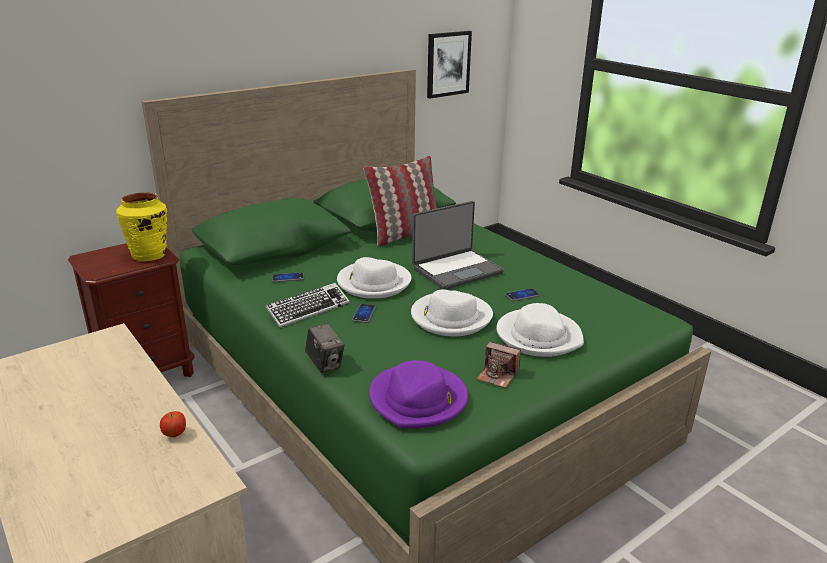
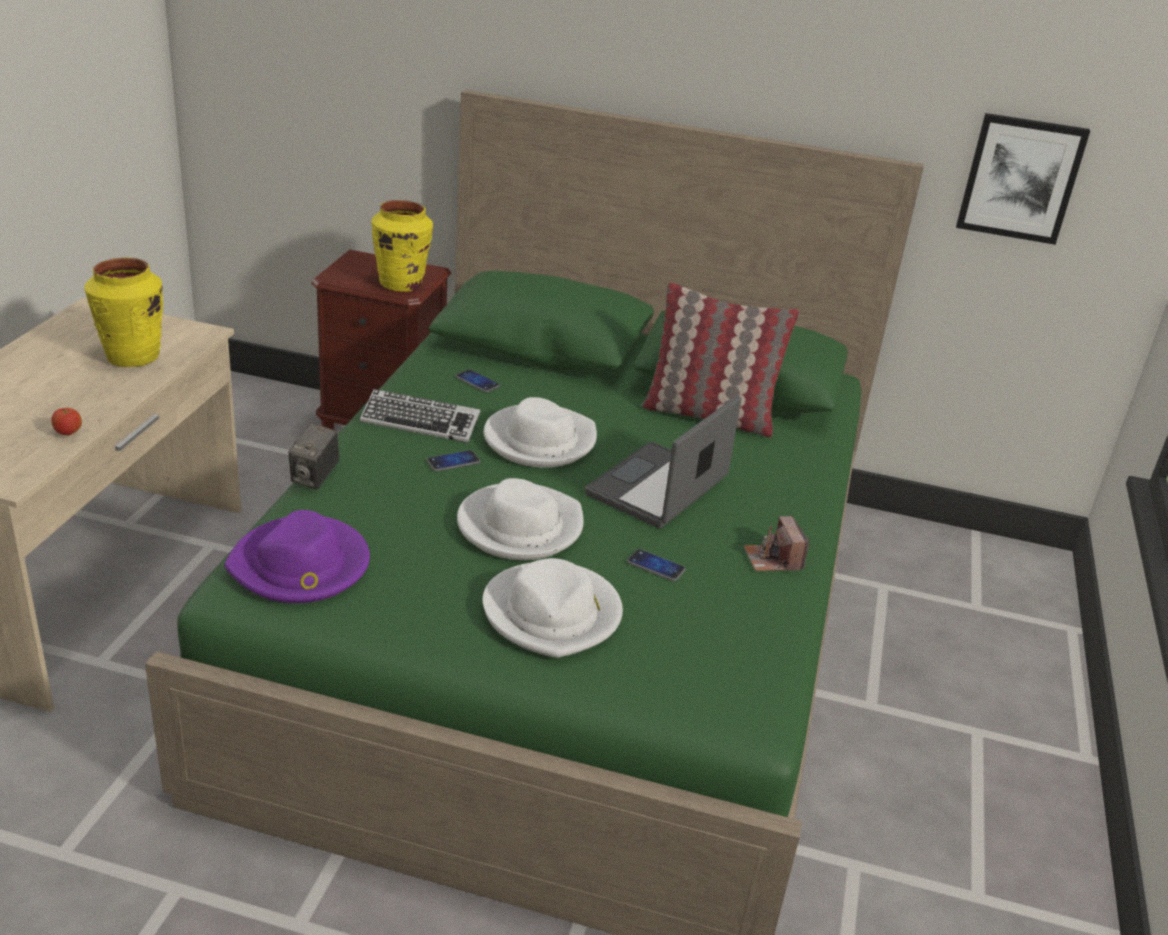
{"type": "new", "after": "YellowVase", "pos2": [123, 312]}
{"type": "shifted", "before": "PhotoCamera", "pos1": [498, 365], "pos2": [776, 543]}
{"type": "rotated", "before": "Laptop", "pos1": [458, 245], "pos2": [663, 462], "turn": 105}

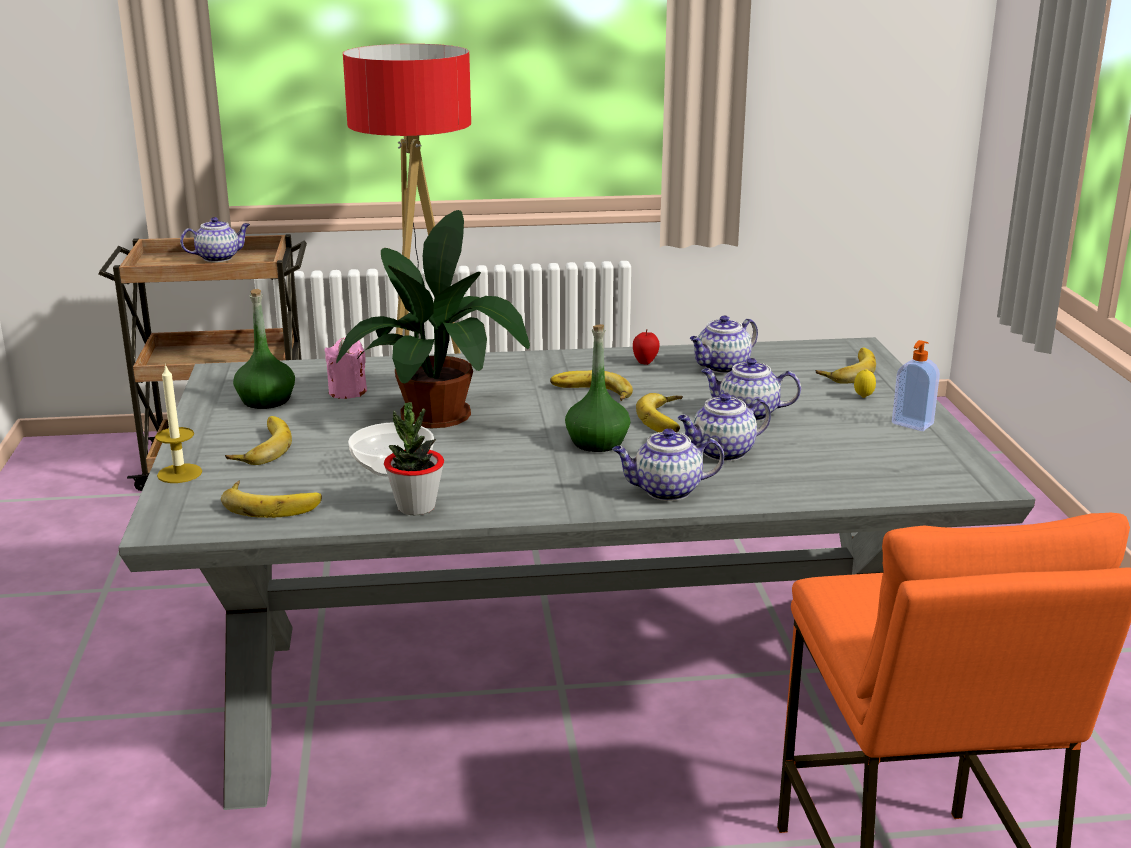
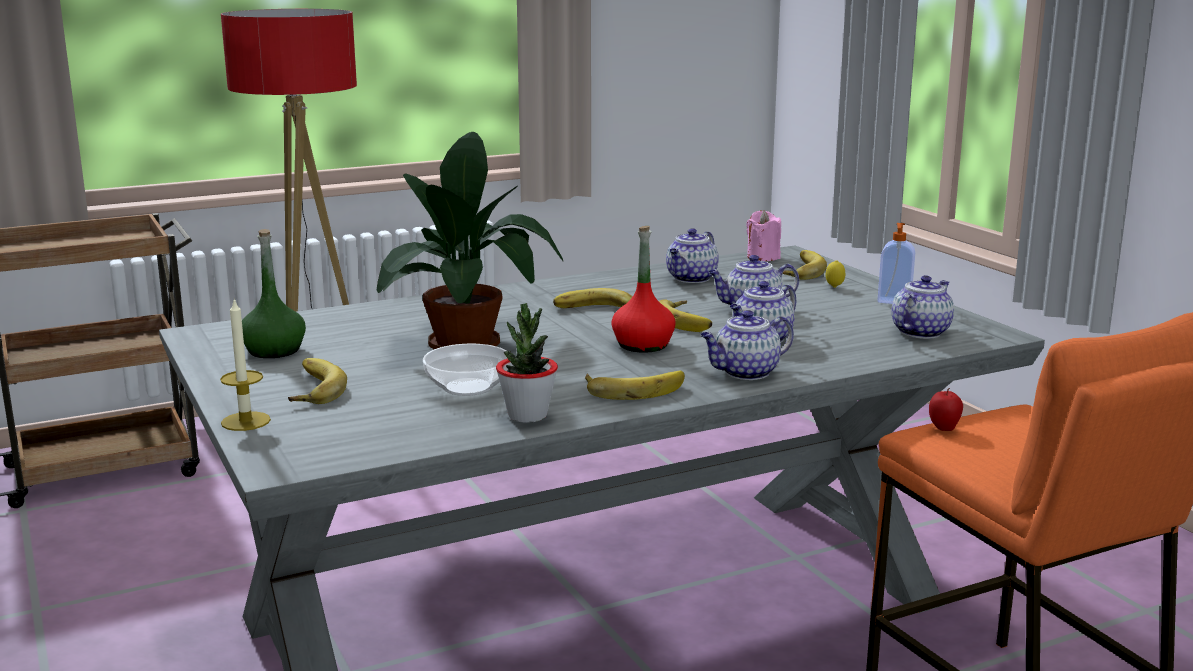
{"type": "shifted", "before": "Teapot", "pos1": [215, 239], "pos2": [922, 307]}
{"type": "shifted", "before": "Banana", "pos1": [271, 499], "pos2": [635, 385]}
{"type": "shifted", "before": "PinkCandle", "pos1": [345, 368], "pos2": [763, 235]}
{"type": "shifted", "before": "Apple", "pos1": [646, 347], "pos2": [946, 409]}
{"type": "repainted", "before": "GreenBottle", "after": "RedBottle", "pos1": [597, 388], "pos2": [643, 289]}

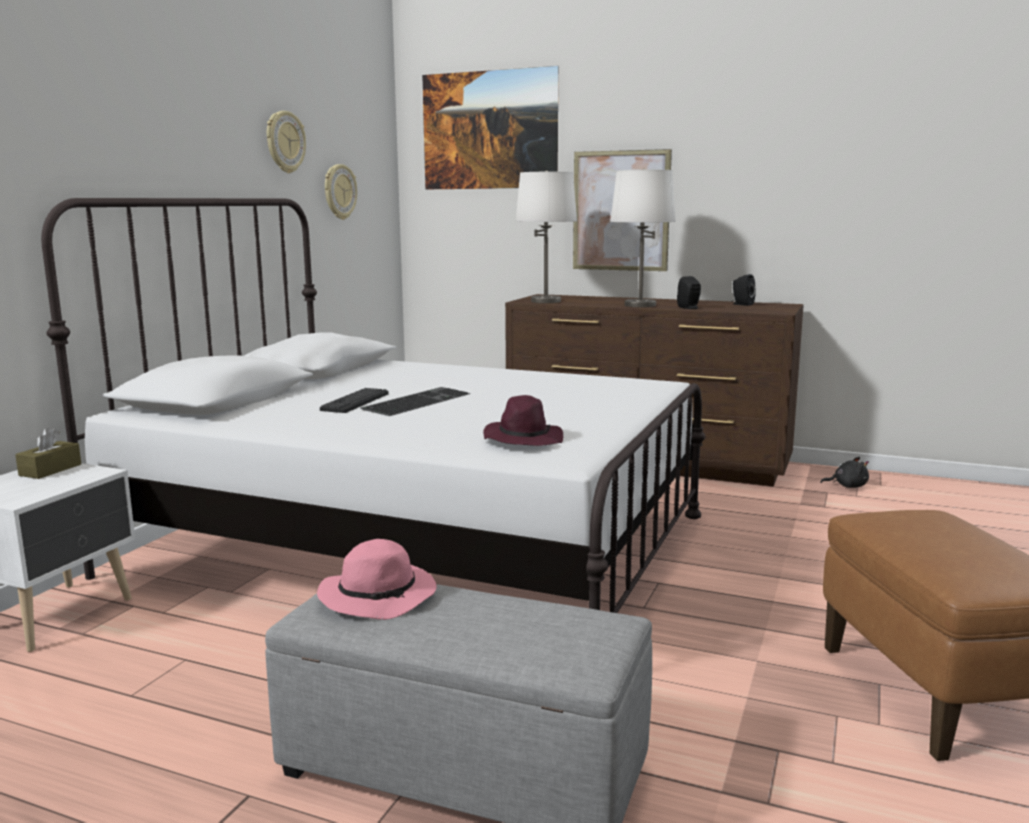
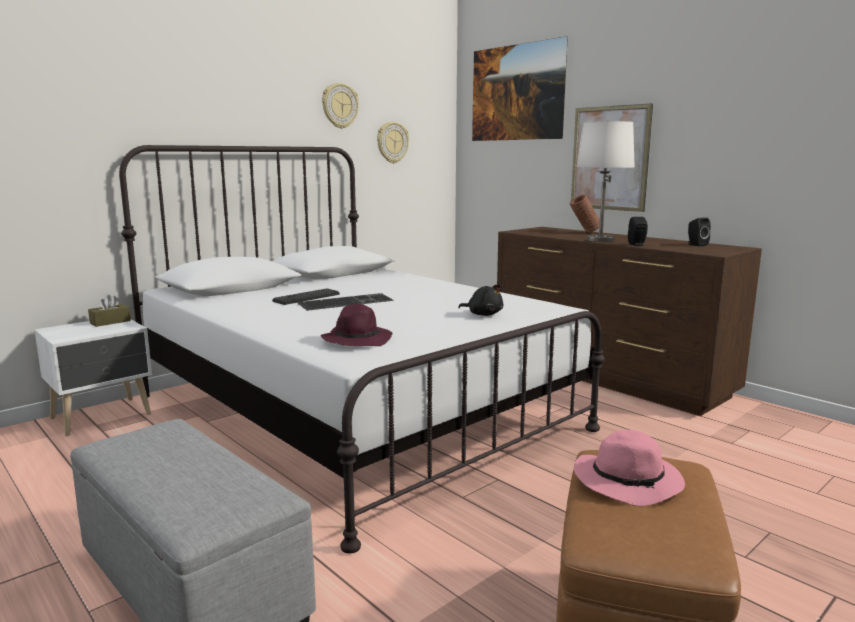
{"type": "gone", "before": "WhiteTableLamp", "pos1": [546, 237]}
{"type": "new", "after": "BrownVase", "pos2": [585, 214]}
{"type": "shifted", "before": "PinkHat", "pos1": [377, 579], "pos2": [629, 468]}
{"type": "shifted", "before": "BlackPlushToy", "pos1": [844, 472], "pos2": [480, 300]}

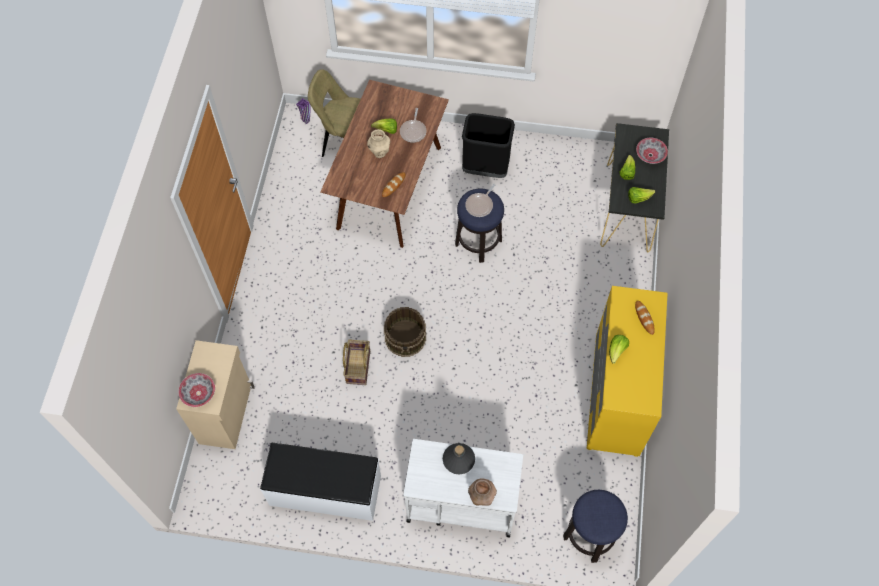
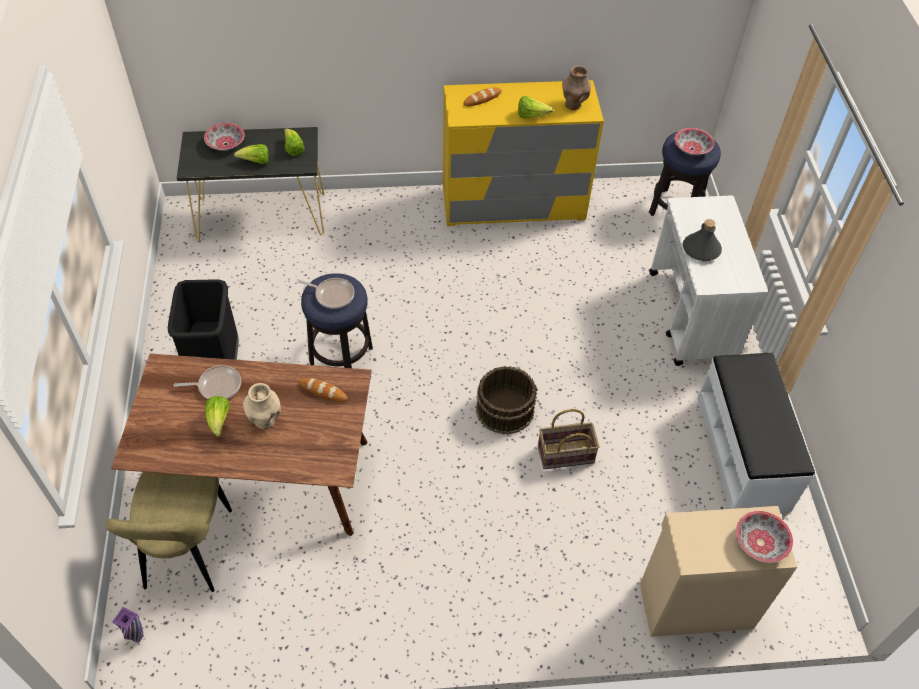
{"type": "new", "after": "Bowl", "pos2": [694, 142]}
{"type": "shifted", "before": "BrownVase", "pos1": [482, 492], "pos2": [576, 87]}

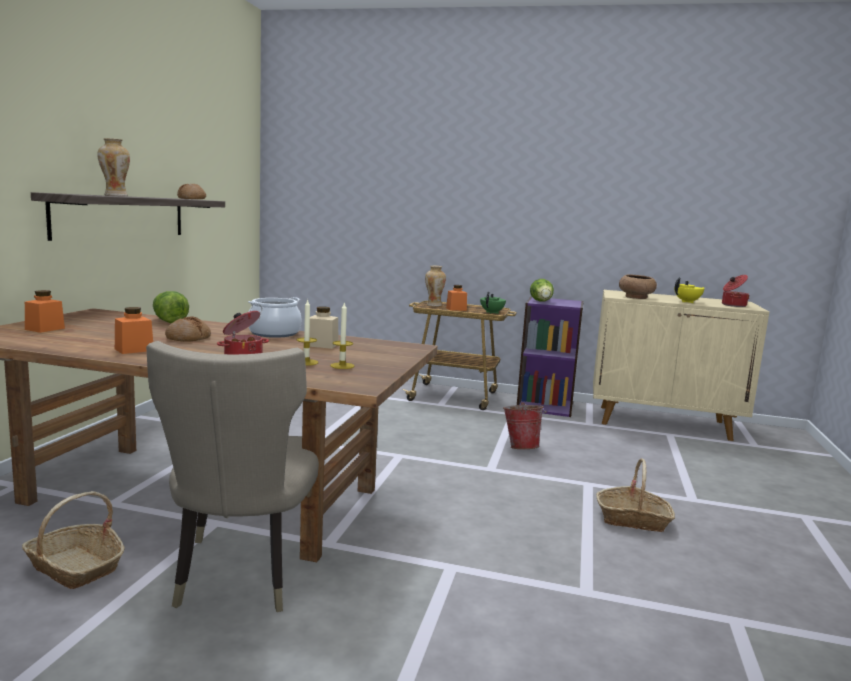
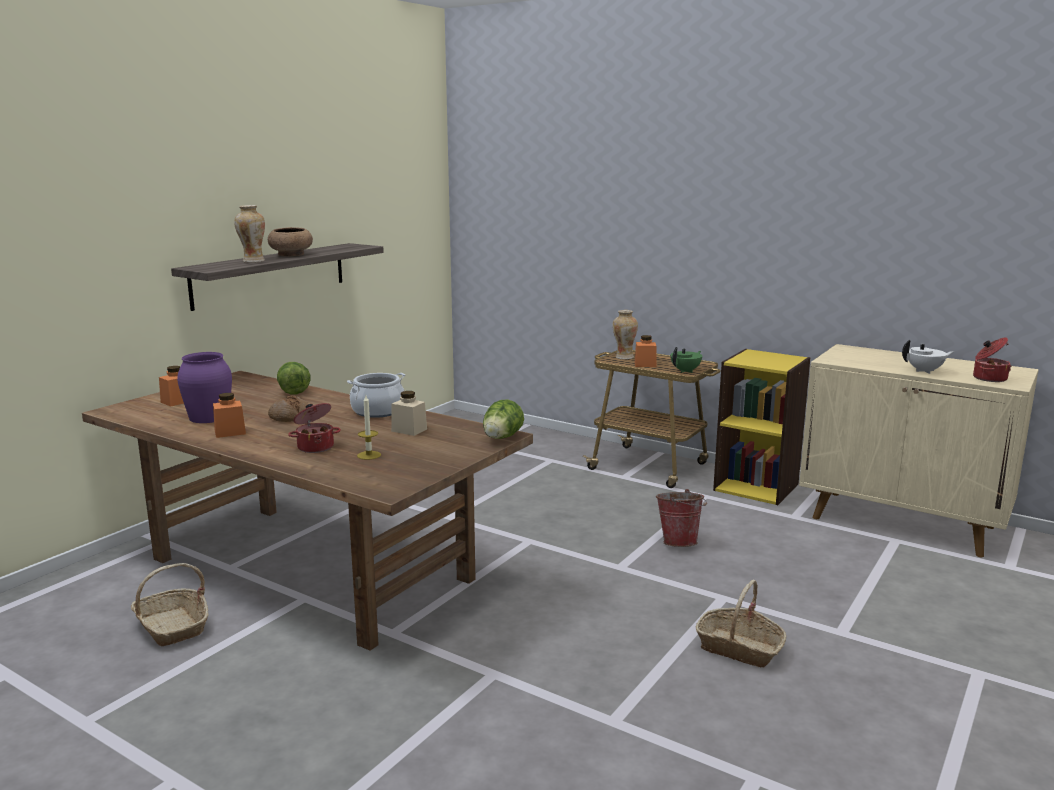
{"type": "gone", "before": "BeigeChair", "pos1": [232, 476]}
{"type": "gone", "before": "Bread", "pos1": [191, 191]}
{"type": "gone", "before": "Candle", "pos1": [342, 335]}
{"type": "new", "after": "PurpleVase", "pos2": [204, 387]}
{"type": "shifted", "before": "Lettuce", "pos1": [542, 290], "pos2": [503, 419]}
{"type": "shifted", "before": "BrownBowl", "pos1": [638, 286], "pos2": [290, 242]}
{"type": "repainted", "before": "PurpleBookcase", "after": "YellowBookcase", "pos1": [550, 356], "pos2": [762, 427]}
{"type": "repainted", "before": "YellowTeapot", "after": "WhiteTeapot", "pos1": [689, 290], "pos2": [928, 357]}

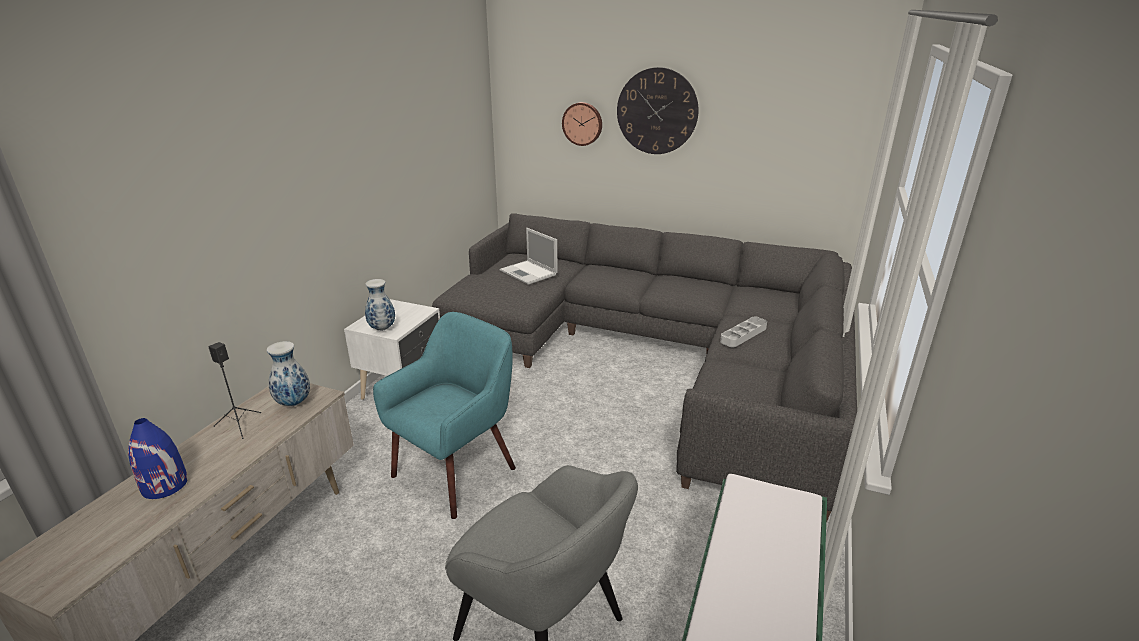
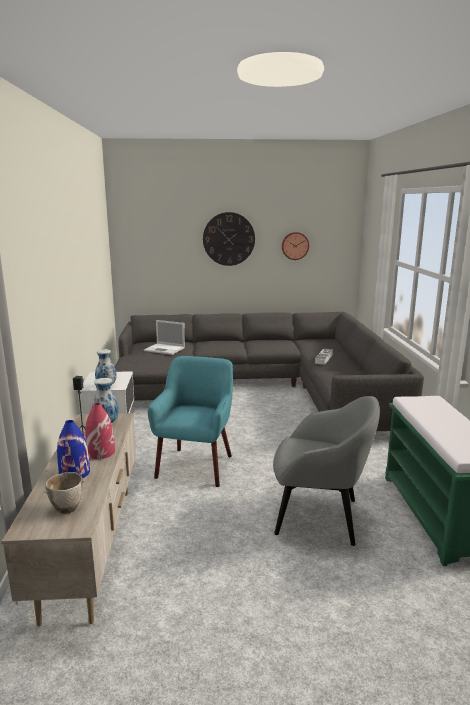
{"type": "new", "after": "Bowl", "pos2": [64, 493]}
{"type": "new", "after": "RedVase", "pos2": [100, 431]}
{"type": "shifted", "before": "WallClock", "pos1": [582, 124], "pos2": [295, 246]}

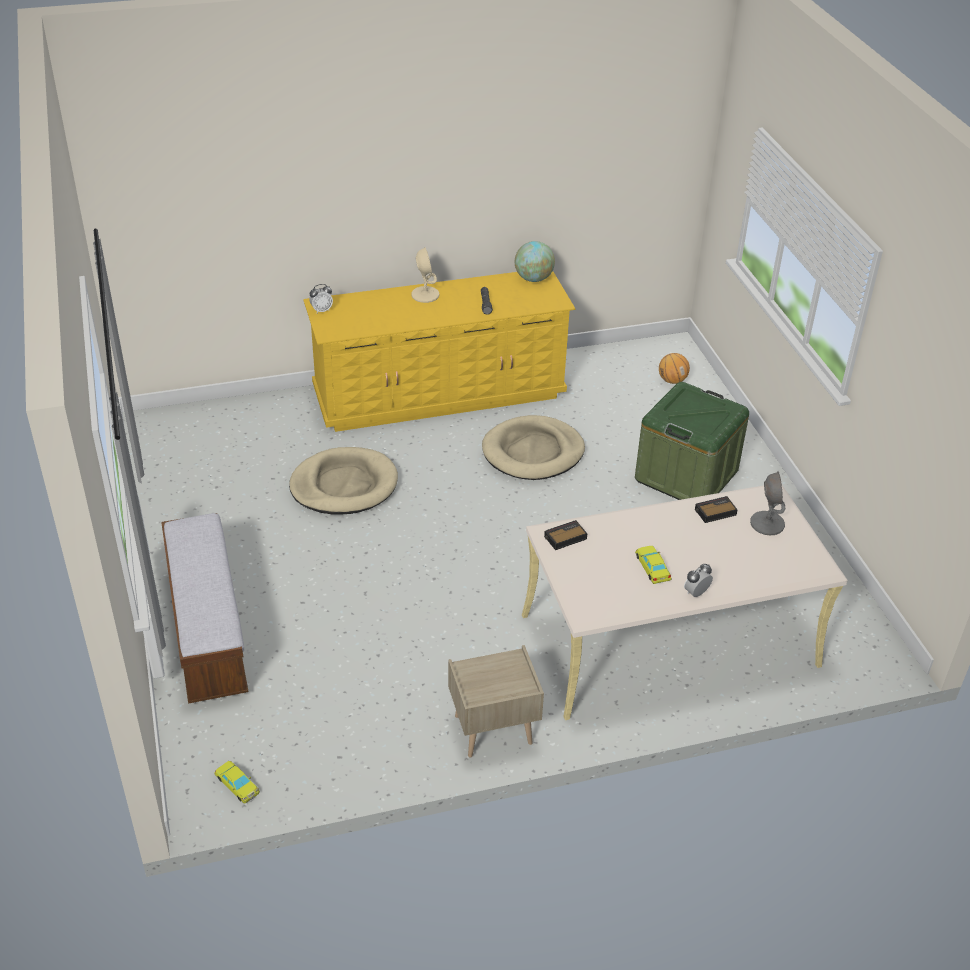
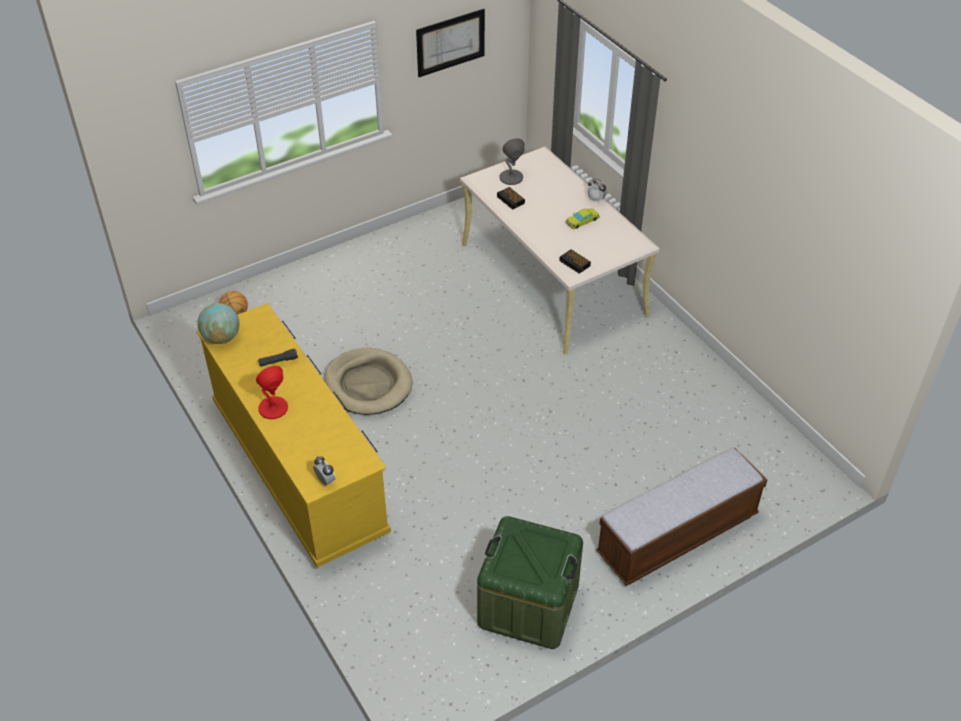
{"type": "gone", "before": "YellowToyCar", "pos1": [237, 782]}
{"type": "gone", "before": "BeigeDogBed", "pos1": [343, 480]}
{"type": "gone", "before": "BeigeNightstand", "pos1": [496, 701]}
{"type": "new", "after": "Picture", "pos2": [450, 43]}
{"type": "shifted", "before": "GreenStorageBox", "pos1": [692, 441], "pos2": [530, 582]}
{"type": "repainted", "before": "BeigeTableLamp", "after": "RedTableLamp", "pos1": [425, 275], "pos2": [272, 392]}

